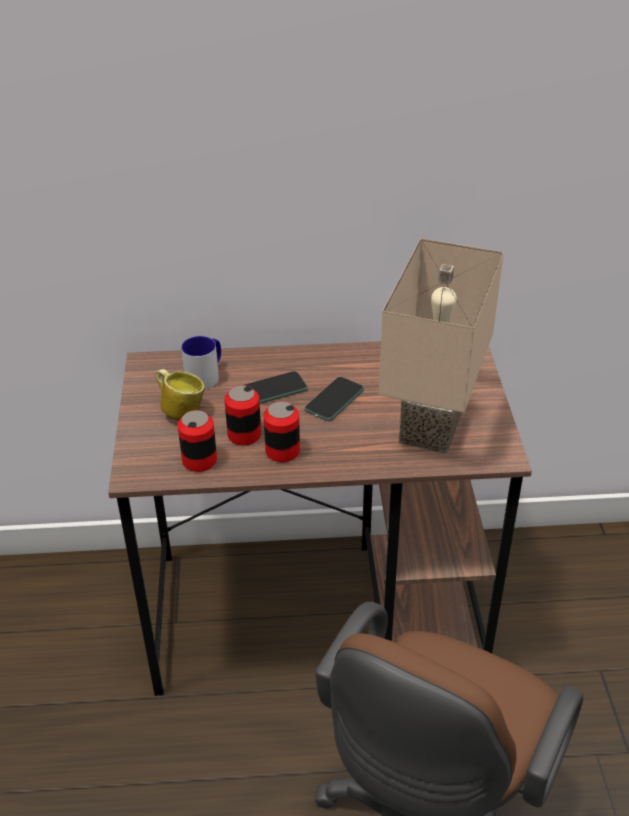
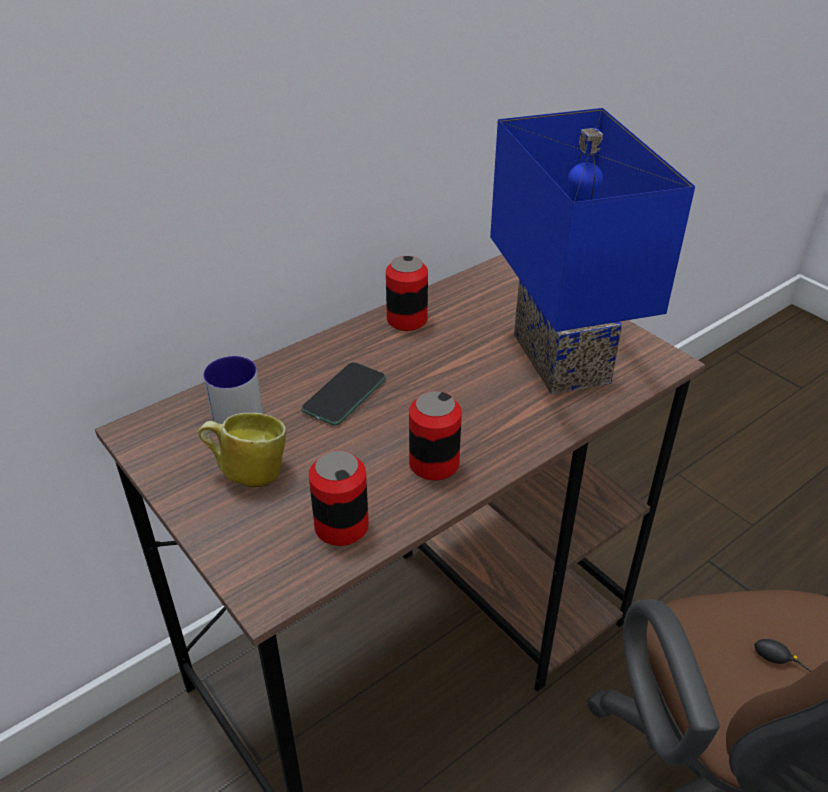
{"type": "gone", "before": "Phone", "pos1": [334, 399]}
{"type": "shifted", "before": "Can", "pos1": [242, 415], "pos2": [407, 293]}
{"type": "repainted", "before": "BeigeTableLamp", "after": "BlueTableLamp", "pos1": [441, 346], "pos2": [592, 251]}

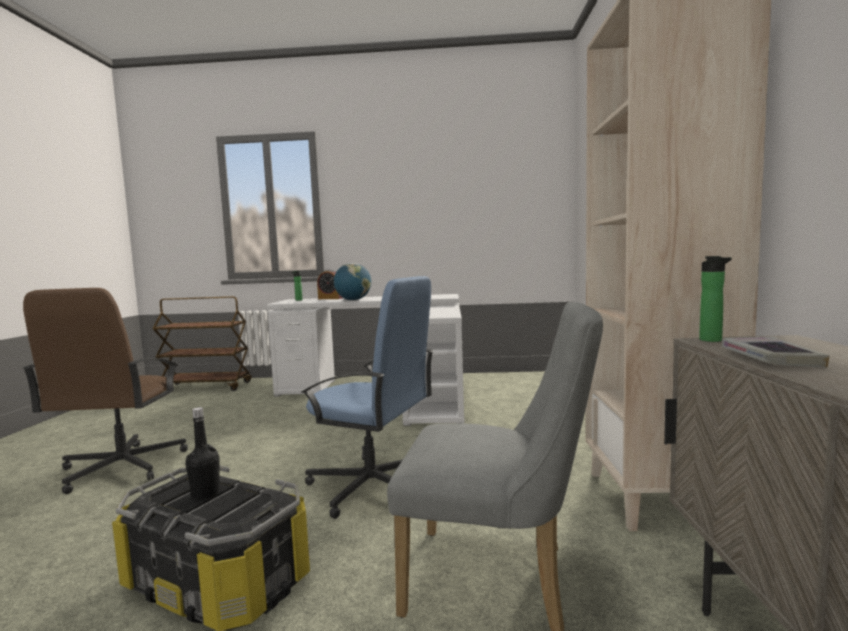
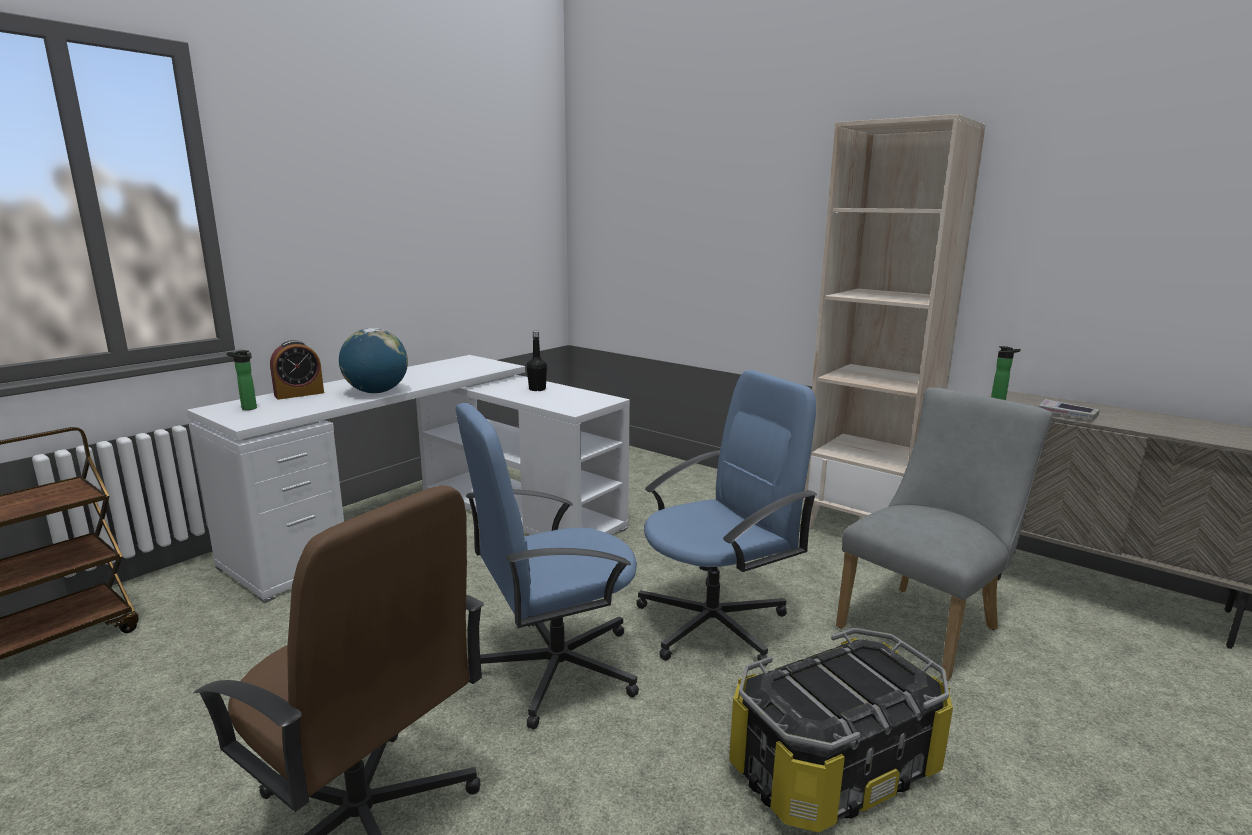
{"type": "new", "after": "BlueOfficeChair", "pos2": [547, 566]}
{"type": "shifted", "before": "BlackBottle", "pos1": [202, 453], "pos2": [536, 361]}

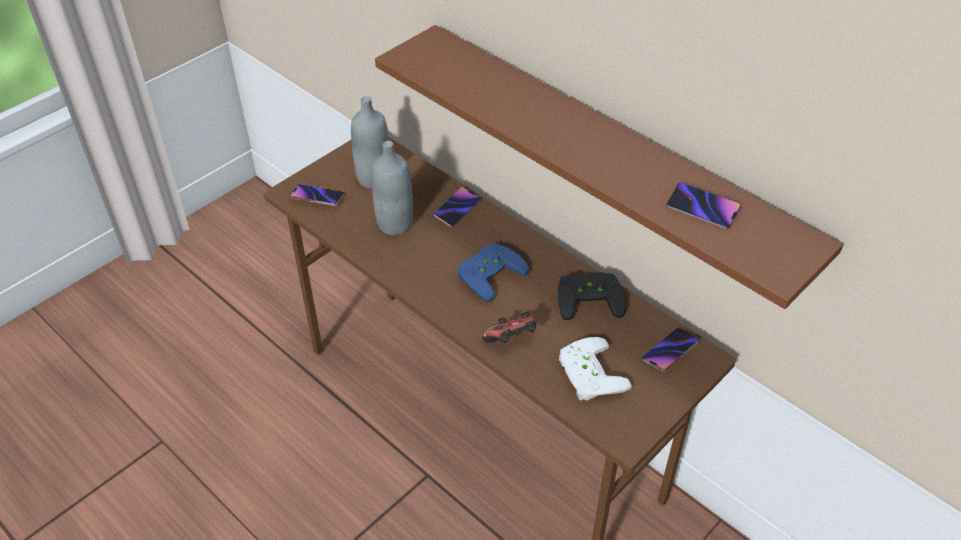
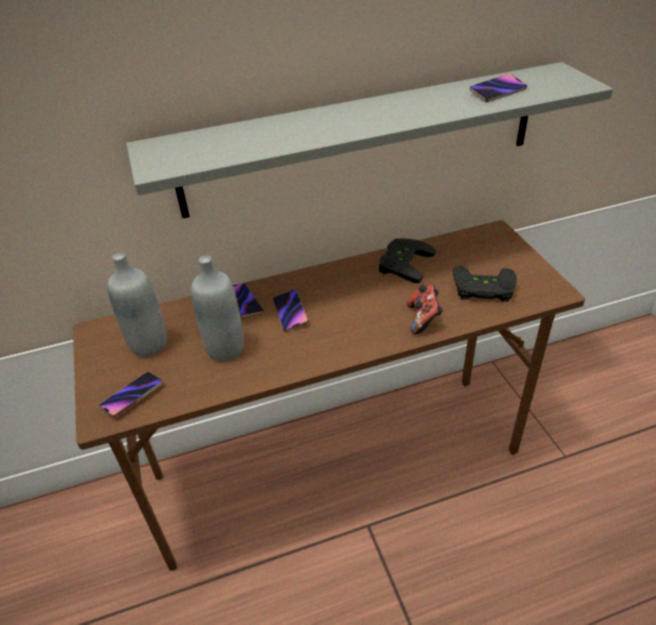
{"type": "gone", "before": "BlueGameController", "pos1": [493, 272]}
{"type": "shifted", "before": "Phone", "pos1": [671, 349], "pos2": [291, 310]}
{"type": "repainted", "before": "BrownShelf", "after": "GreyShelf", "pos1": [609, 167], "pos2": [369, 140]}
{"type": "repainted", "before": "WhiteGameController", "after": "BlackGameController", "pos1": [595, 369], "pos2": [485, 284]}

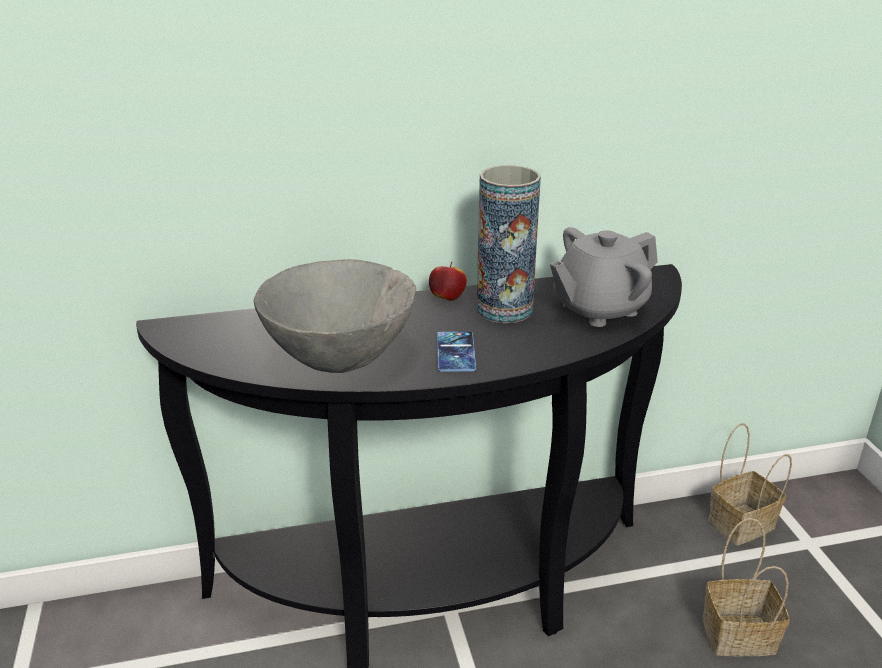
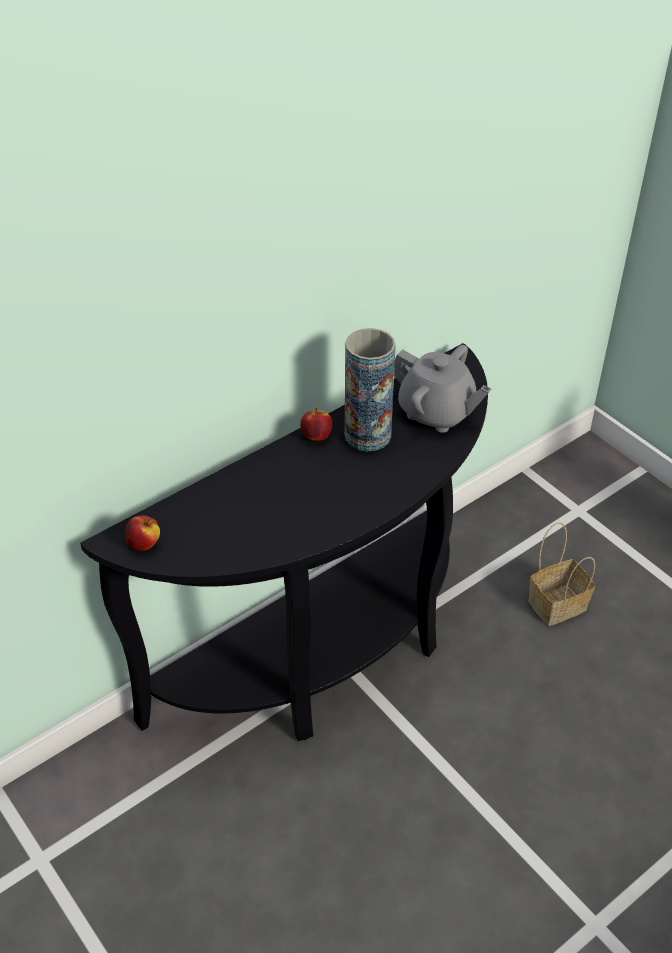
{"type": "gone", "before": "GreyBowl", "pos1": [335, 316]}
{"type": "gone", "before": "Phone", "pos1": [456, 351]}
{"type": "gone", "before": "Basket", "pos1": [750, 484]}
{"type": "new", "after": "Apple", "pos2": [142, 533]}
{"type": "rotated", "before": "GreyTeapot", "pos1": [604, 277], "pos2": [442, 389], "turn": -90}

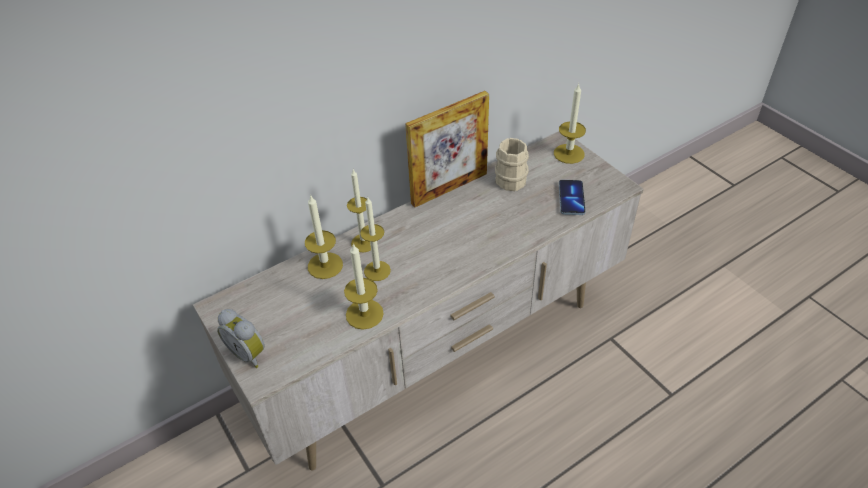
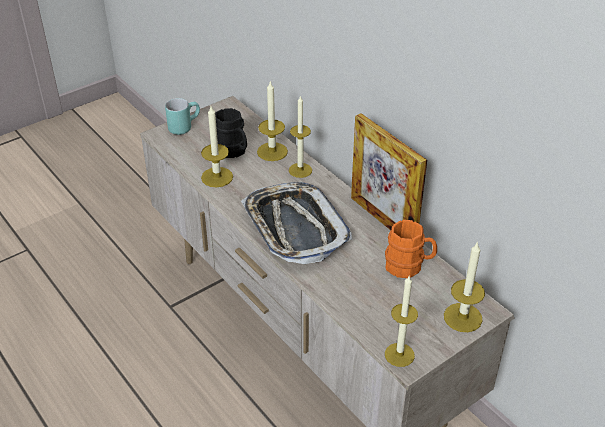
{"type": "gone", "before": "Phone", "pos1": [572, 197]}
{"type": "new", "after": "BlackMug", "pos2": [231, 133]}
{"type": "new", "after": "Tray", "pos2": [297, 223]}
{"type": "shifted", "before": "Candle", "pos1": [375, 238], "pos2": [401, 321]}
{"type": "swapped", "before": "AlarmClock", "after": "TurquoiseMug", "pos1": [241, 338], "pos2": [182, 116]}
{"type": "repainted", "before": "BeigeMug", "after": "OrangeMug", "pos1": [512, 164], "pos2": [411, 249]}

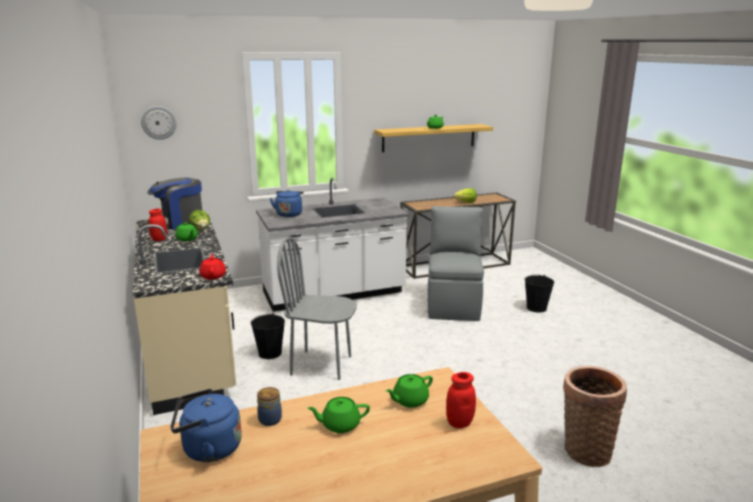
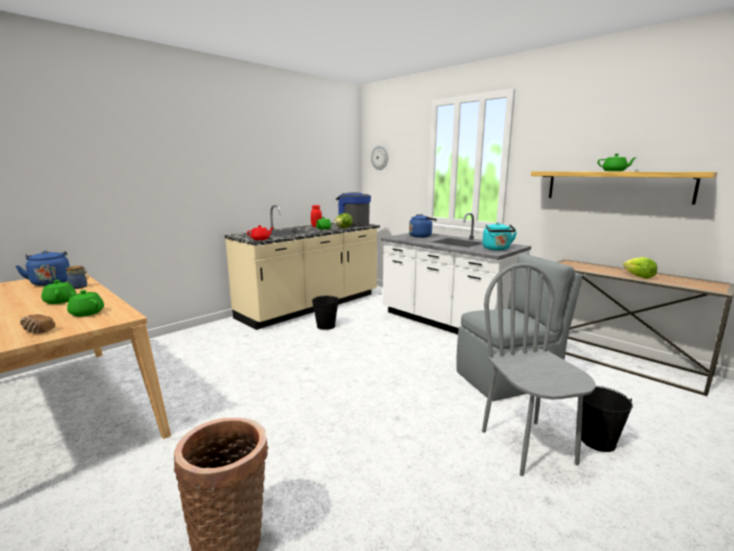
{"type": "new", "after": "TurquoiseKettle", "pos2": [499, 236]}
{"type": "shifted", "before": "GreyChair", "pos1": [317, 308], "pos2": [538, 369]}
{"type": "swapped", "before": "RedJar", "after": "Bread", "pos1": [461, 400], "pos2": [37, 324]}

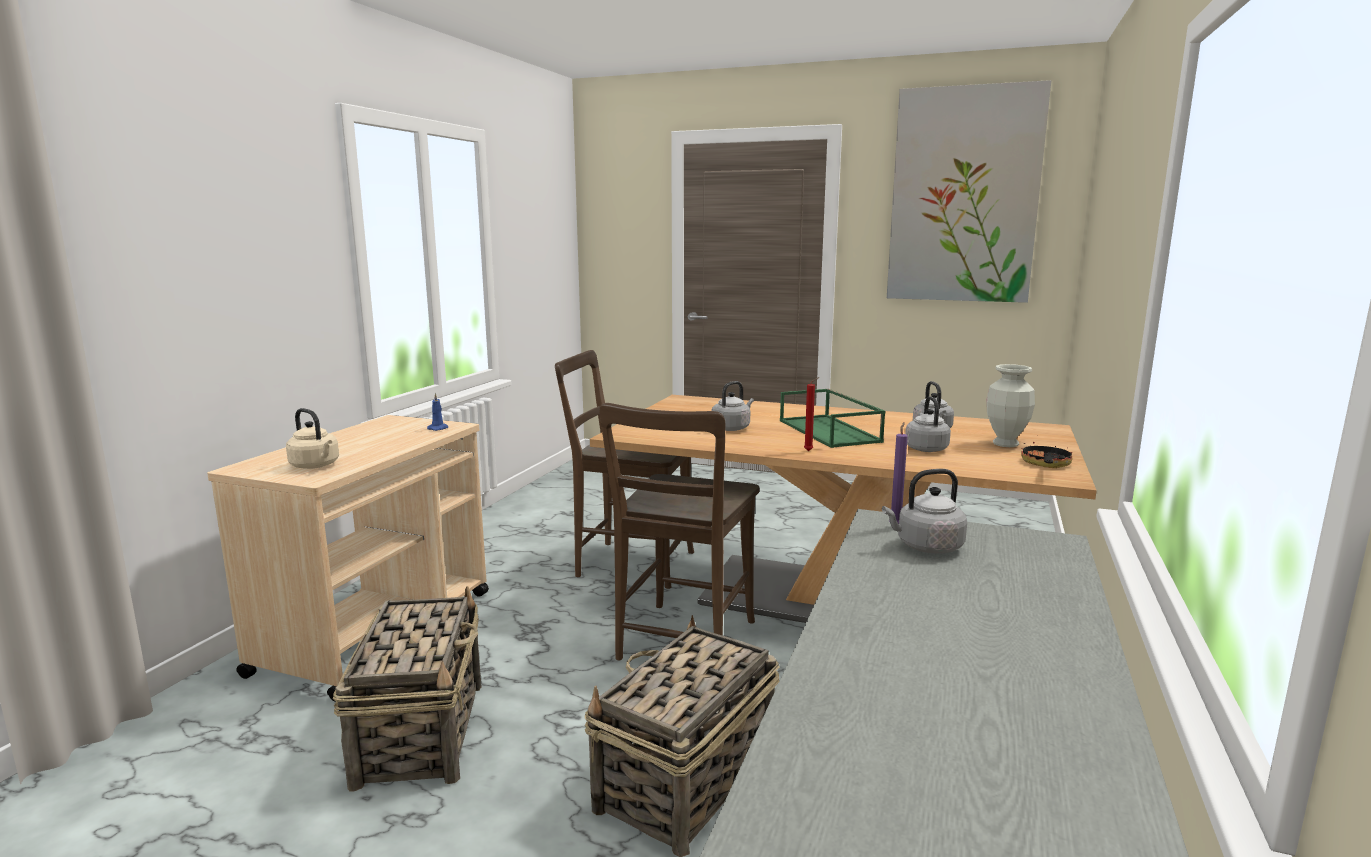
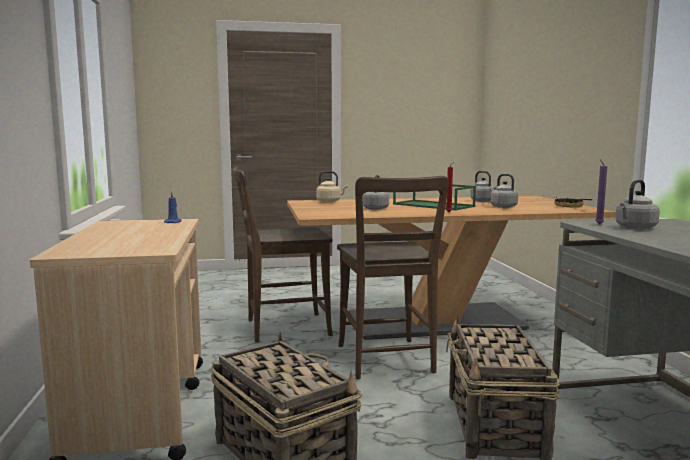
{"type": "gone", "before": "Picture", "pos1": [969, 191]}
{"type": "gone", "before": "Vase", "pos1": [1010, 405]}
{"type": "shifted", "before": "BeigeKettle", "pos1": [312, 438], "pos2": [332, 186]}

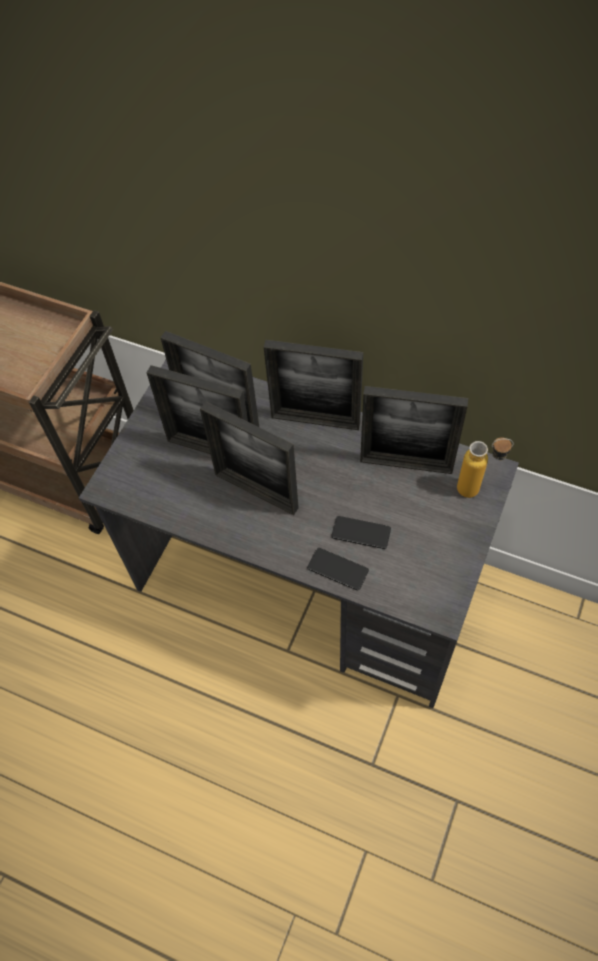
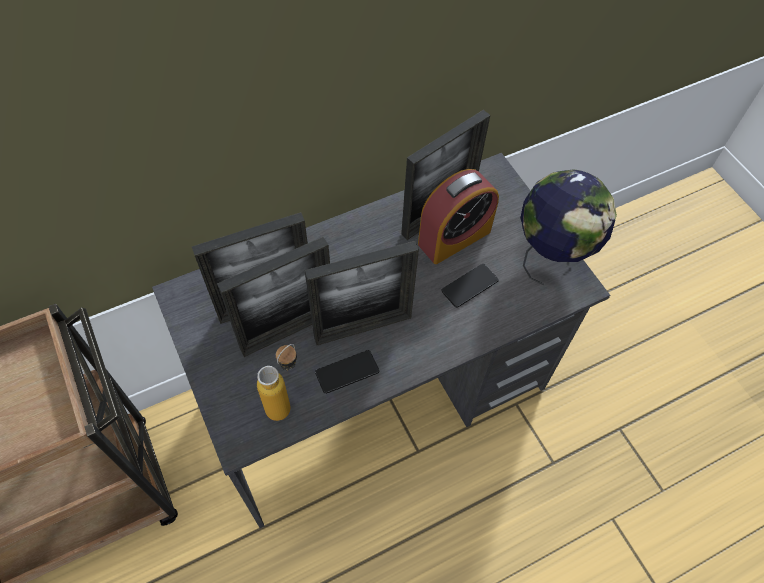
{"type": "gone", "before": "PictureFrame", "pos1": [313, 385]}
{"type": "new", "after": "AlarmClock", "pos2": [458, 216]}
{"type": "new", "after": "Globe", "pos2": [568, 227]}
{"type": "shifted", "before": "Phone", "pos1": [338, 569], "pos2": [347, 372]}
{"type": "shifted", "before": "Bottle", "pos1": [485, 467], "pos2": [277, 382]}

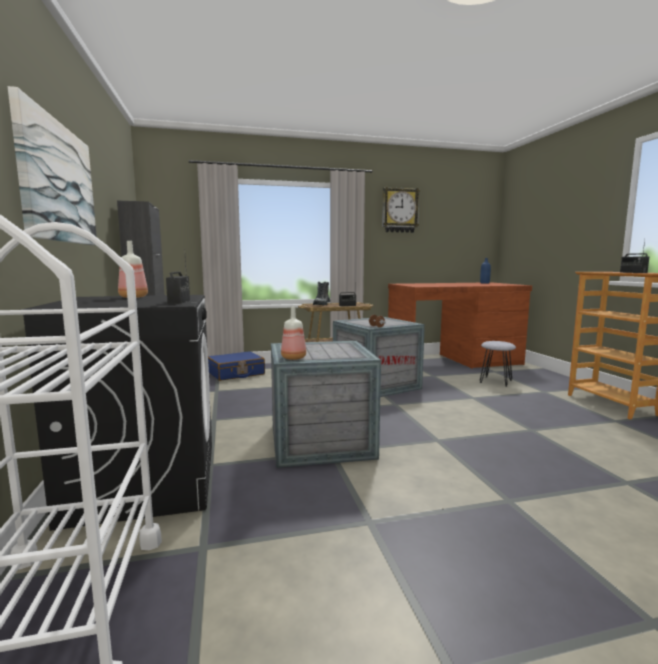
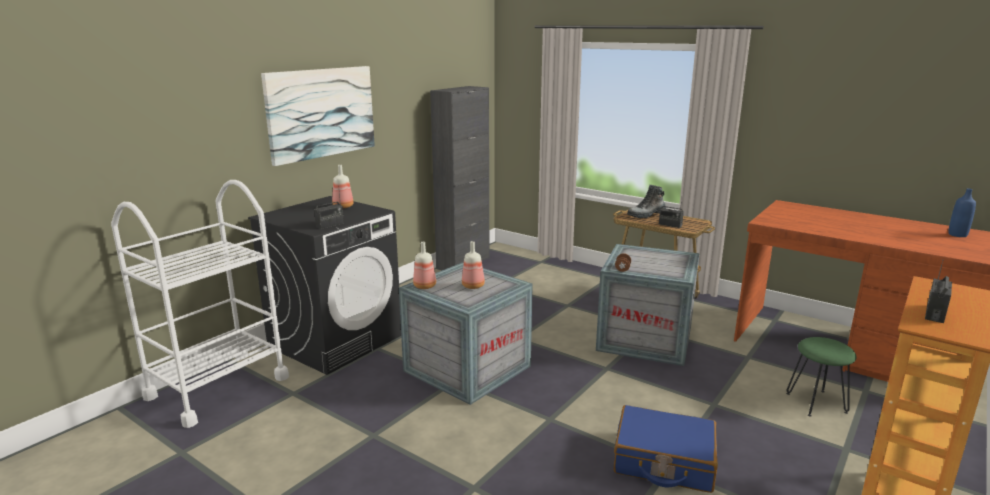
{"type": "gone", "before": "WallClock", "pos1": [401, 210]}
{"type": "new", "after": "Bottle", "pos2": [473, 265]}
{"type": "shifted", "before": "BlueSuitcase", "pos1": [236, 366], "pos2": [665, 449]}
{"type": "repainted", "before": "GreyStool", "after": "GreenStool", "pos1": [498, 364], "pos2": [821, 376]}

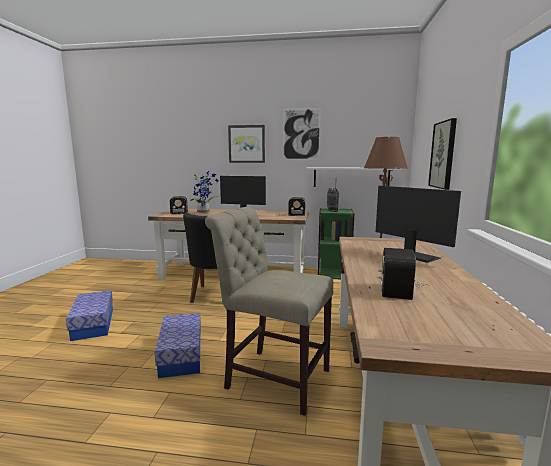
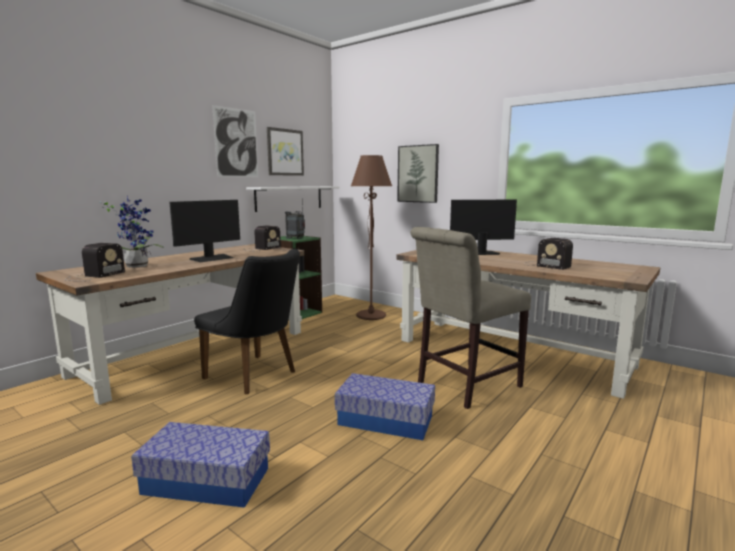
{"type": "shifted", "before": "Picture", "pos1": [246, 144], "pos2": [285, 151]}

